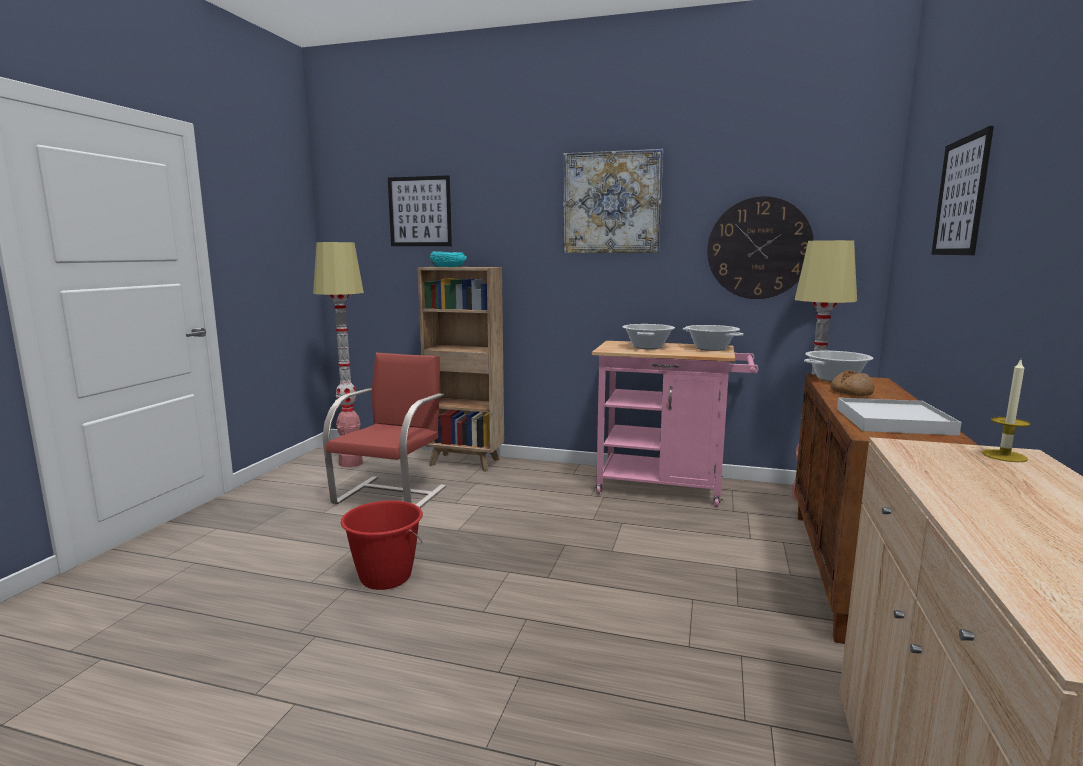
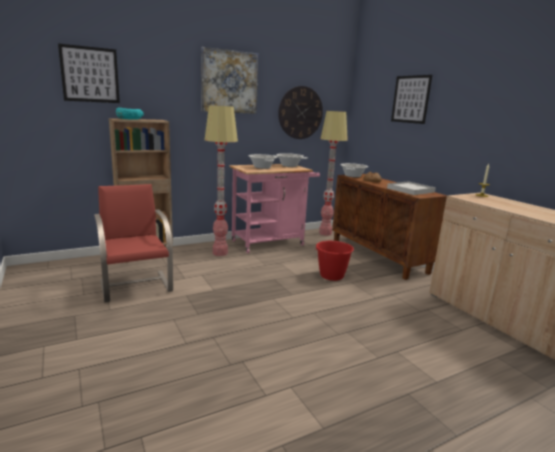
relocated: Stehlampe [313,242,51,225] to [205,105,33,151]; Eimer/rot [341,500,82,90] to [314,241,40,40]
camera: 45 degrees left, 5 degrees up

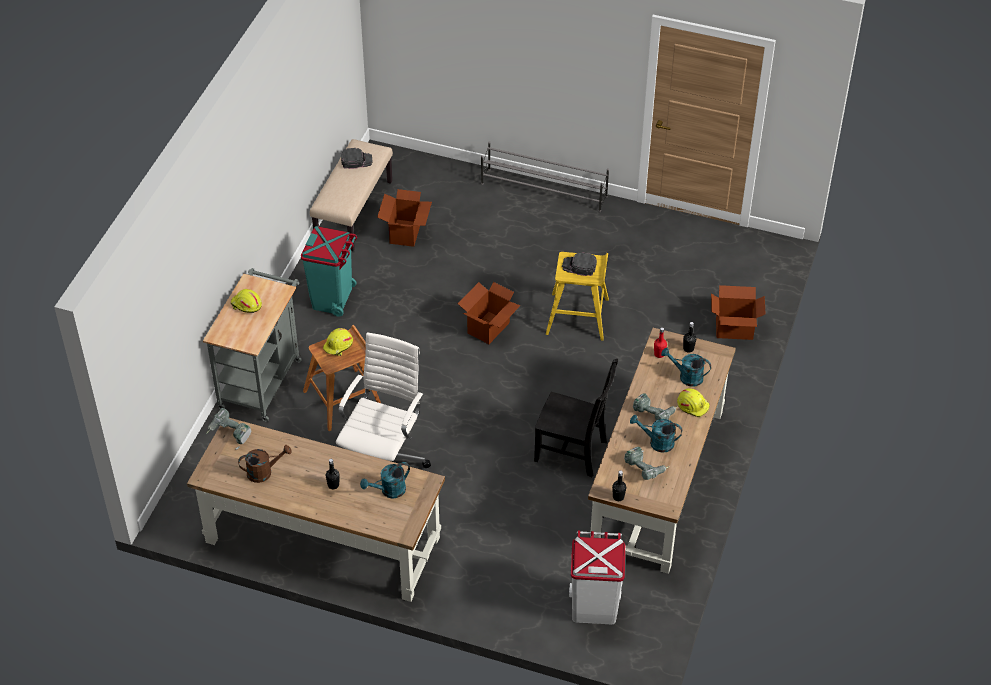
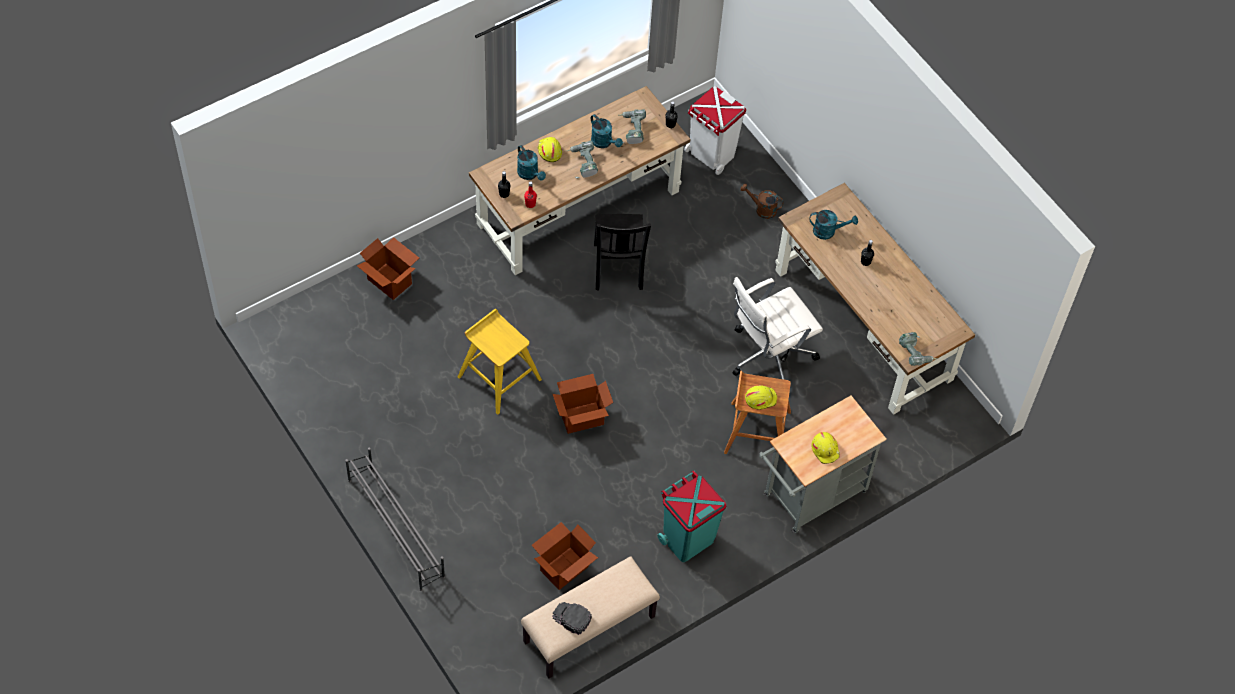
missing: Kappe/schwarz [562,252,35,24]
relocated: Gießkanne/braun [238,445,54,38] to [740,184,44,35]
spun: Stuhl/schwarz [534,359,84,119] = [594,214,57,77] 150 degrees counterclockwise
camera: 145 degrees left, 10 degrees up

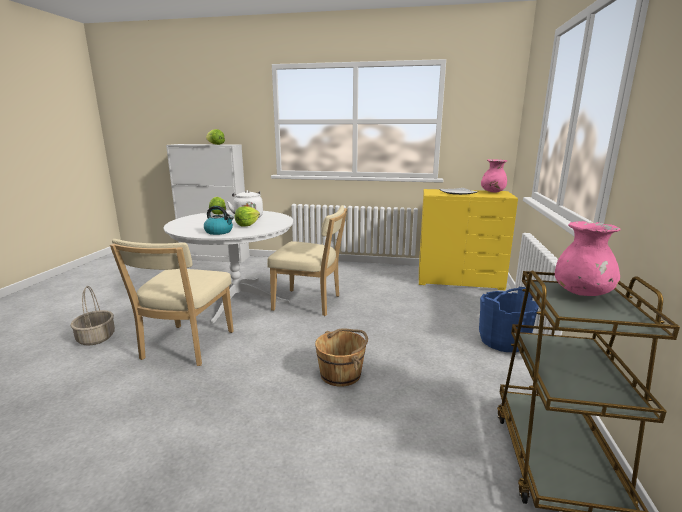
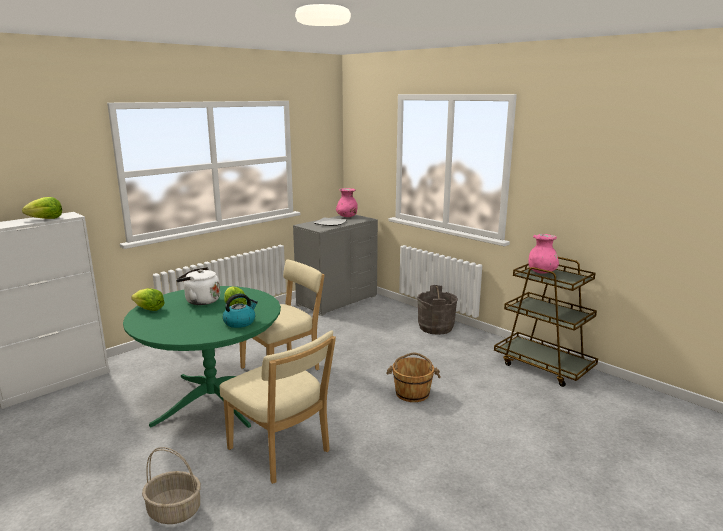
colour: Esstisch/weiß [164,210,129,114] to Esstisch/grün [123,286,158,142]; Kommode/gelb [419,189,99,101] to Kommode/grau [293,215,85,101]; Eimer/blau [479,287,60,65] to Eimer/grau [417,285,41,50]
camera: 55 degrees left, 0 degrees up

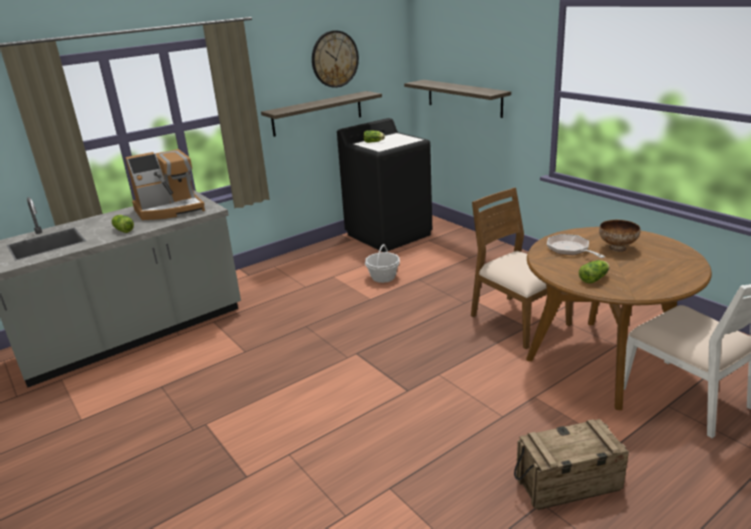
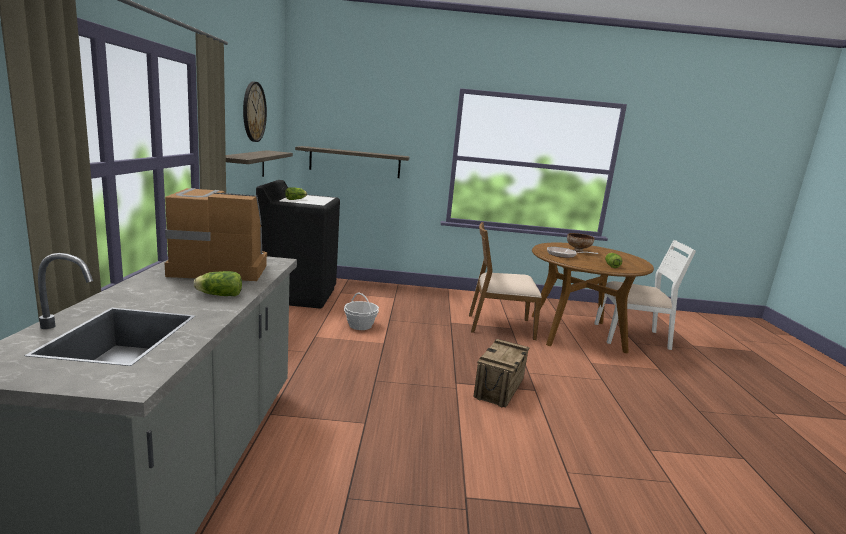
relocated: Kiste [514,419,115,91] to [473,339,57,69]
spun: Kaffeemaschine [125,149,80,71] = [165,188,102,93] 105 degrees counterclockwise
camera: 55 degrees left, 10 degrees down

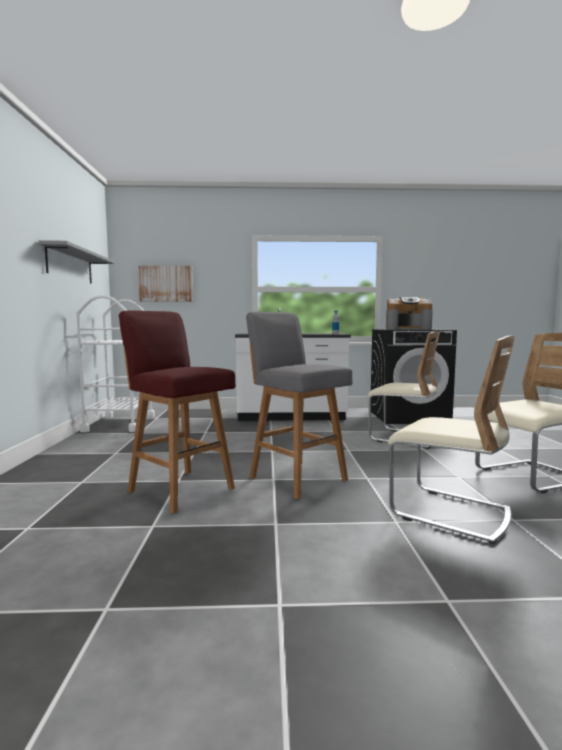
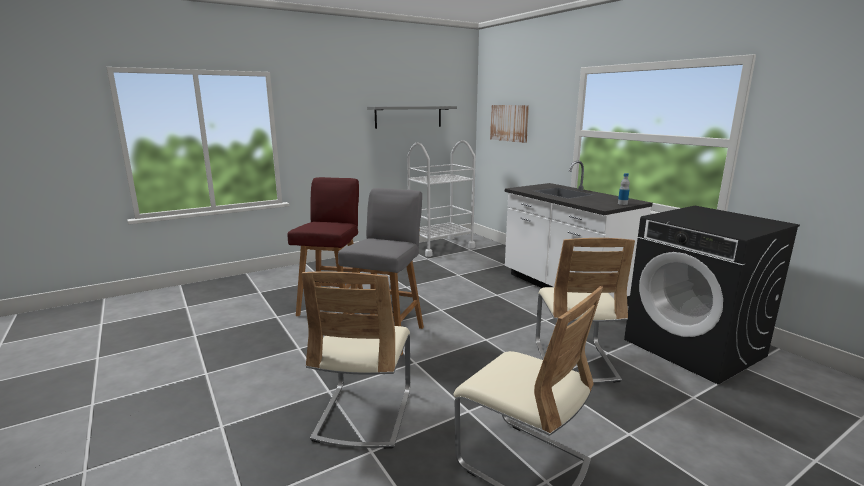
missing: Kaffeemaschine [386,297,47,33]
camera: 60 degrees right, 10 degrees up

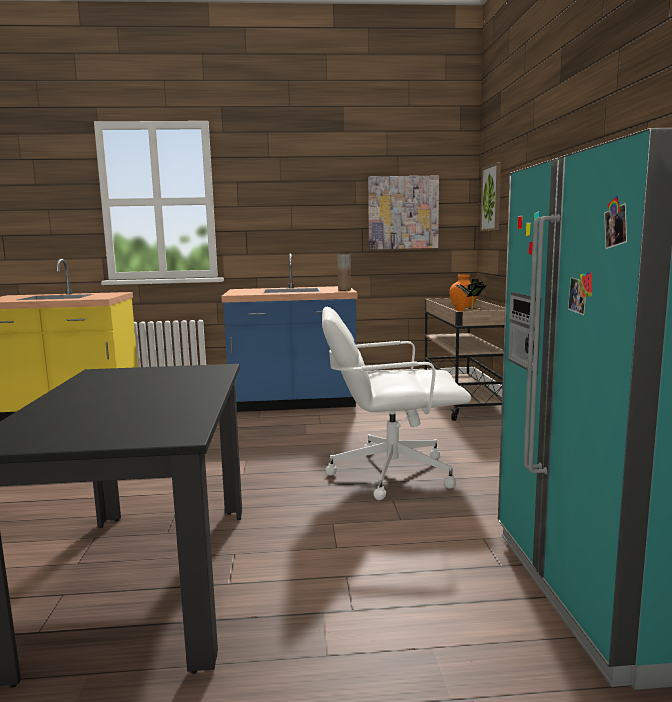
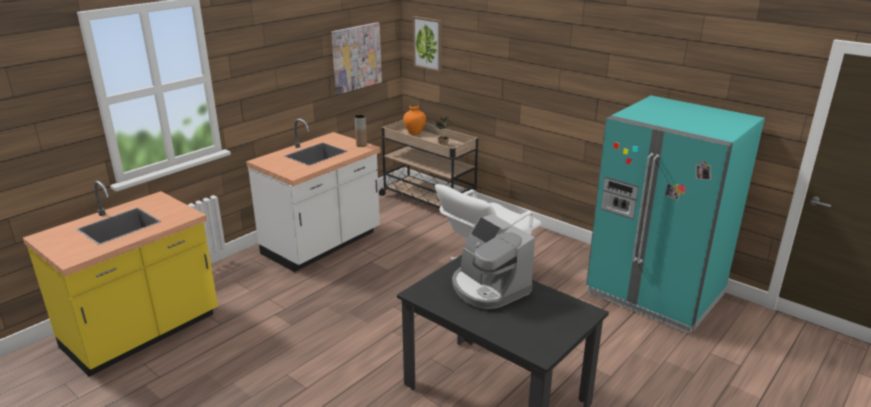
appeared: Kaffeemaschine [452,214,83,95]
colour: Küchenzeile/blau [221,253,136,159] to Küchenzeile/weiß [246,119,135,153]
camera: 45 degrees left, 15 degrees up

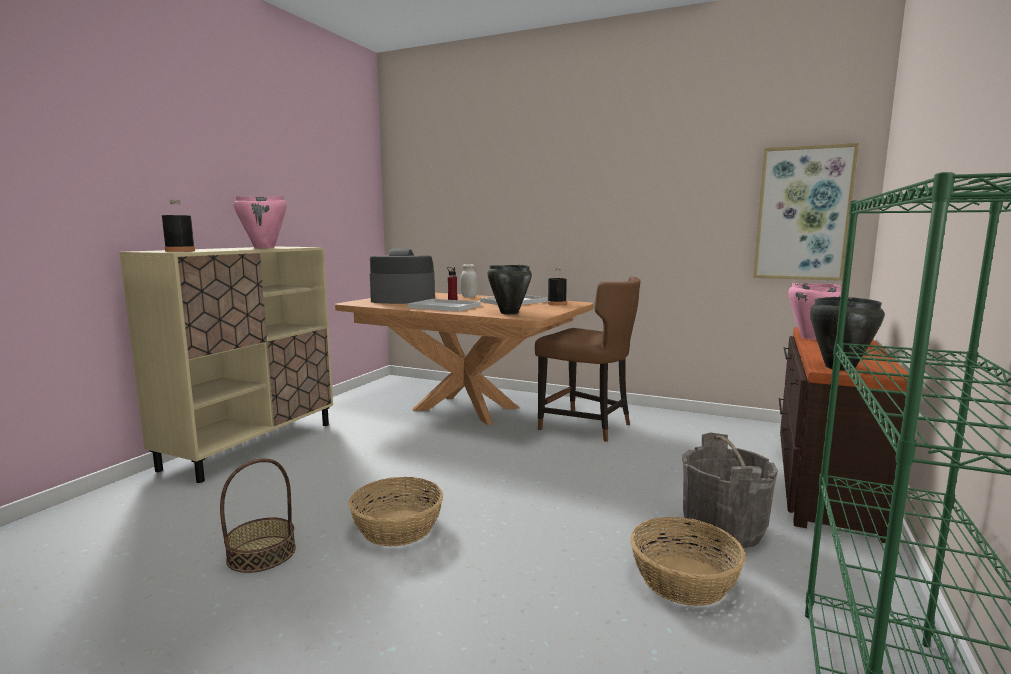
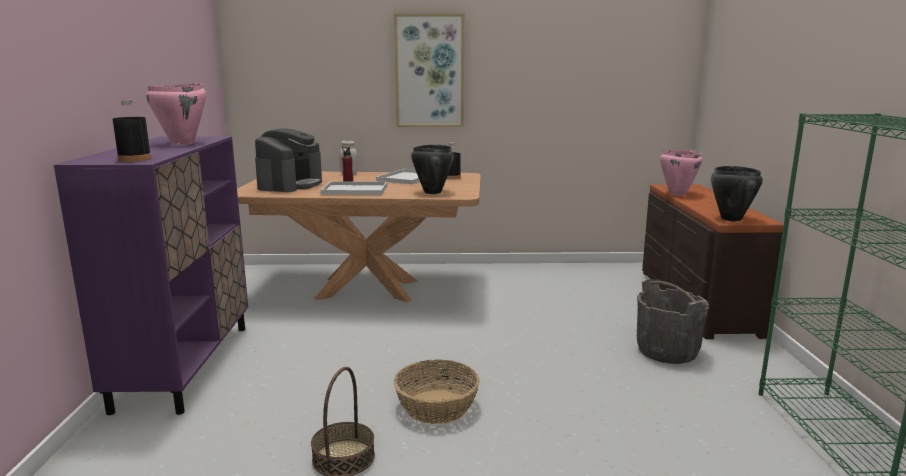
missing: Stuhl/braun [535,276,106,166]; Korb [630,517,116,89]
relocated: Bild [753,143,106,138] to [394,13,70,114]
colour: Schrank/beige [119,247,214,236] to Schrank/lila [54,136,194,279]
spun: Kaffeemaschine [369,249,66,55] = [255,128,67,64] 135 degrees clockwise
camera: 25 degrees left, 5 degrees up

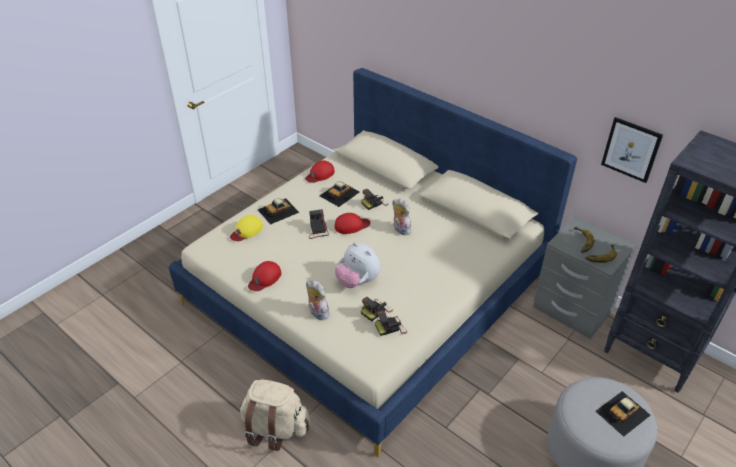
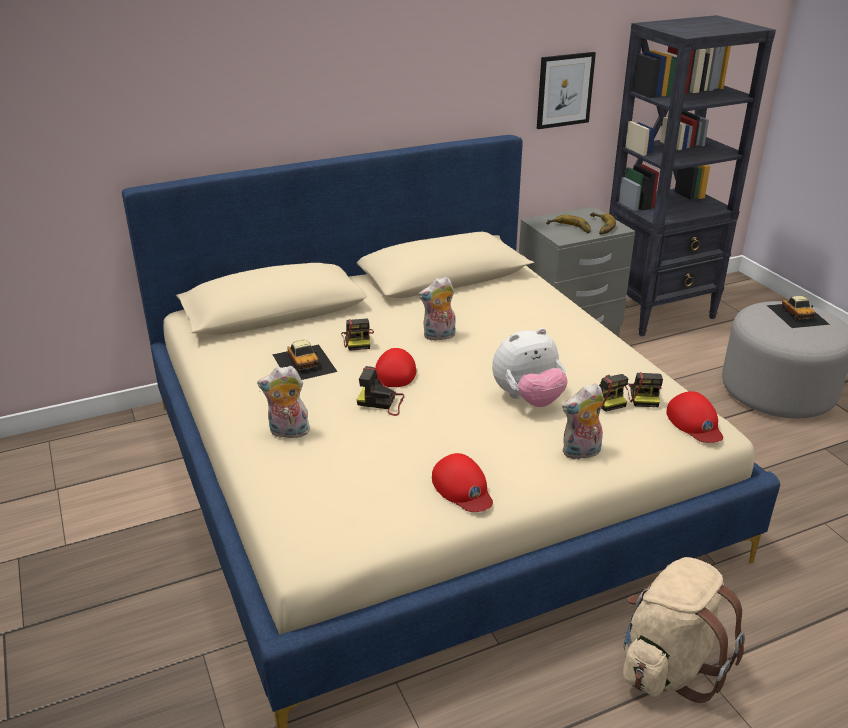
missing: Kappe/gelb [230,215,33,26]
relocated: Kappe/rot [305,160,30,23] to [666,391,57,52]
exchanged: Spielzeugauto [258,198,41,27] to Plüschtier [257,366,53,72]
camera: 65 degrees left, 10 degrees down

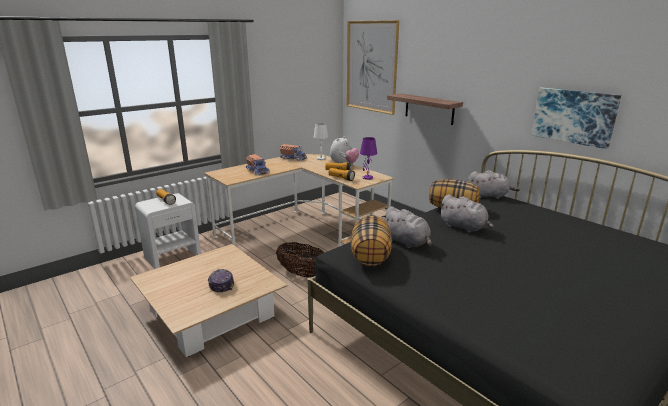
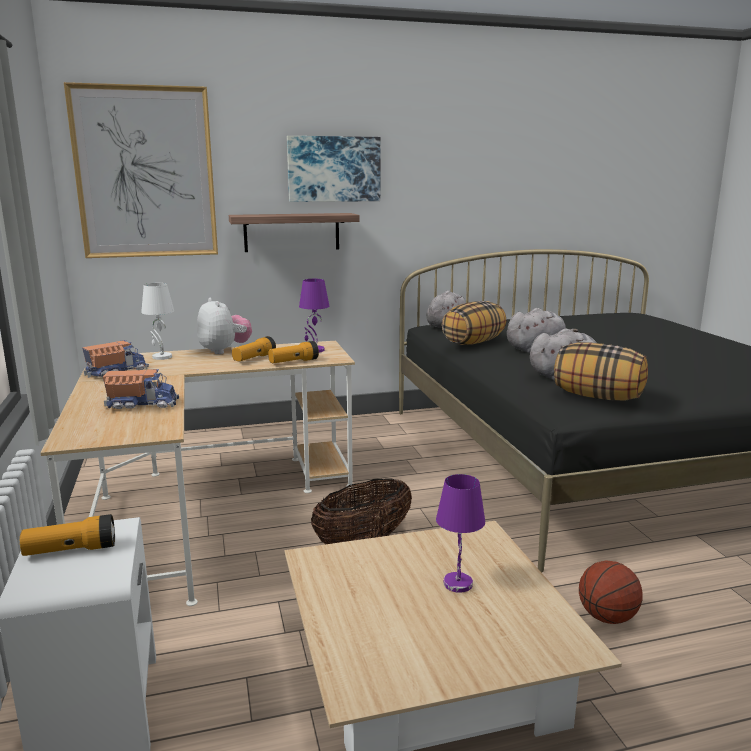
appeared: Basketball [579,560,63,64]
relocated: Bild [531,88,90,61] to [287,136,93,66]
exchanged: Kappe [207,269,27,23] to Tischlampe/lila [436,474,49,119]
camera: 65 degrees left, 5 degrees down

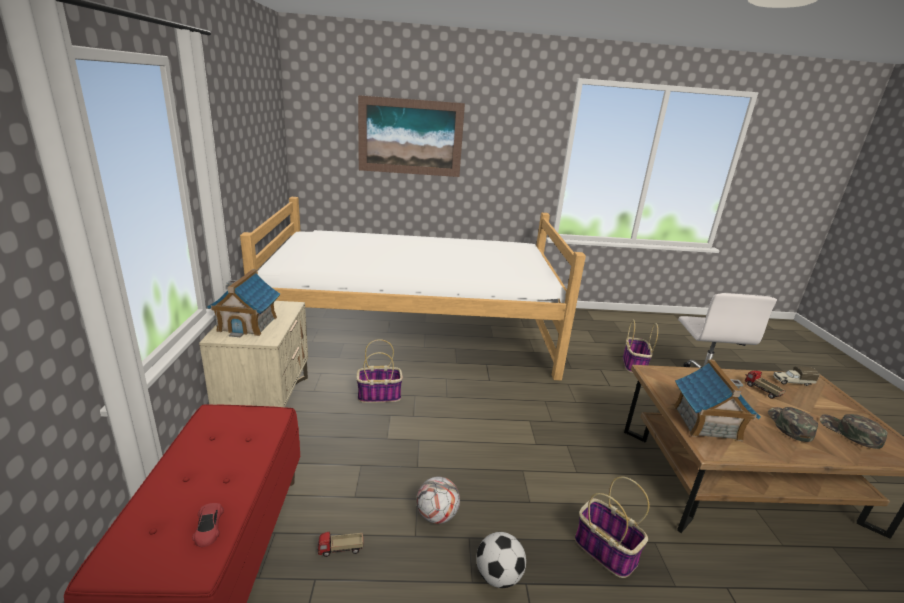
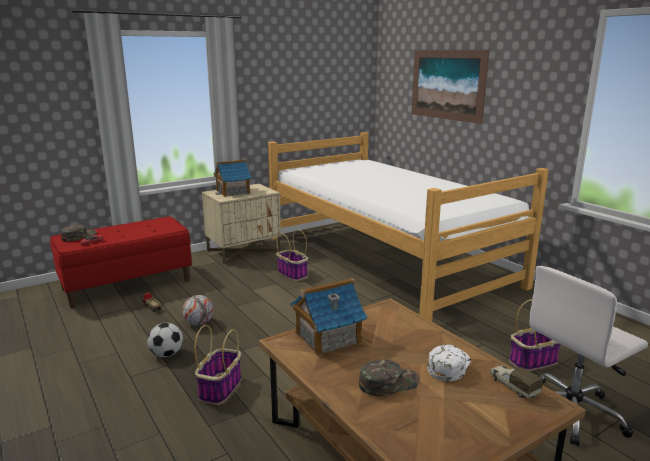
relocated: Kappe/grün [820,414,68,35] to [61,224,36,17]
exchanged: Spielzeuglaster [745,370,41,29] to Kappe/weiß [427,345,44,36]
camera: 60 degrees right, 5 degrees down

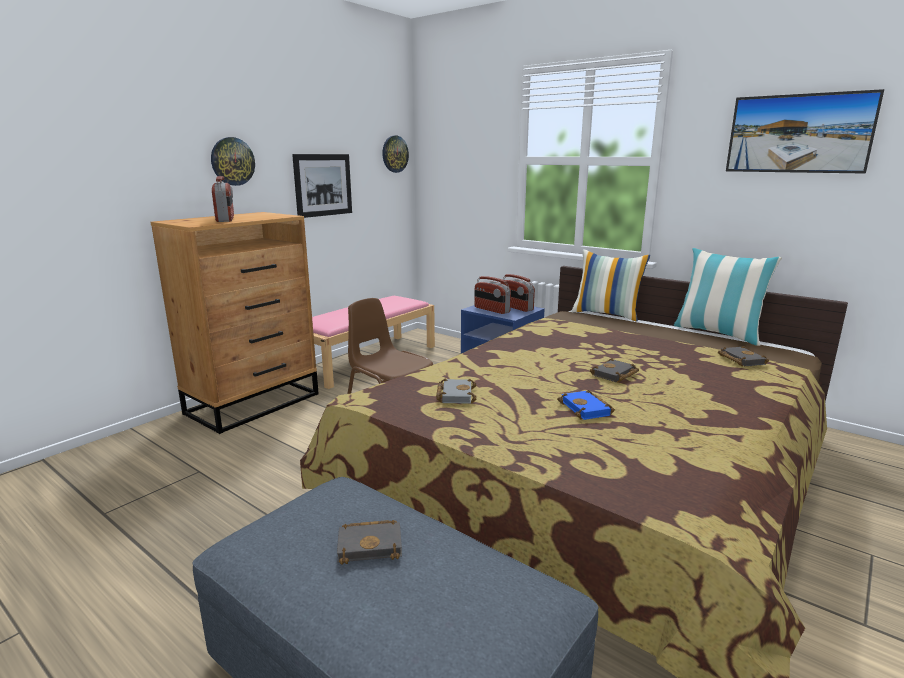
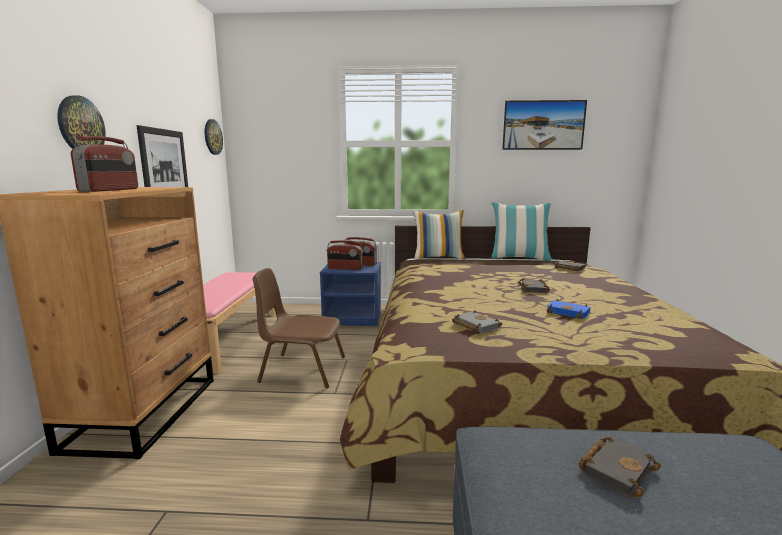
spun: Radio [212,176,22,46] = [71,136,67,56] 60 degrees clockwise
camera: 35 degrees left, 5 degrees down

